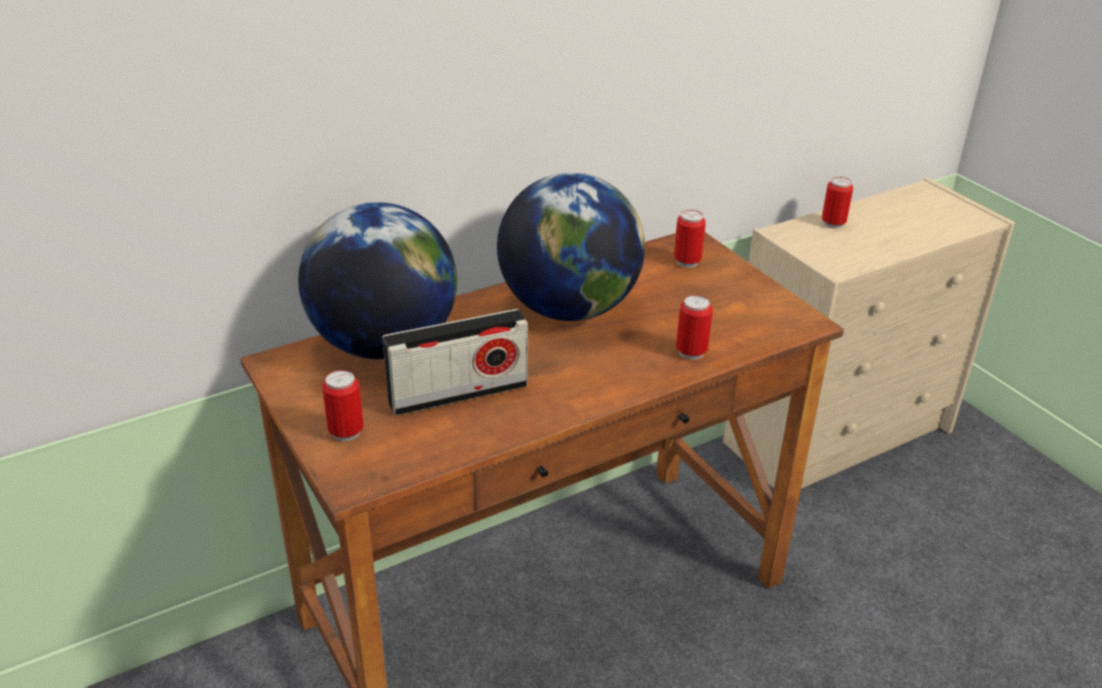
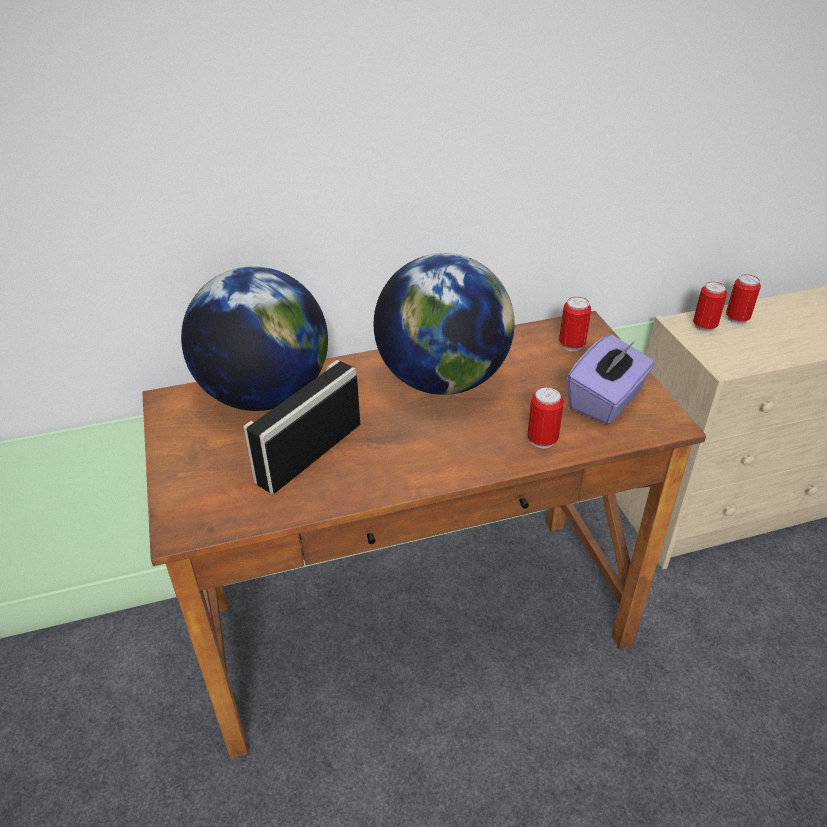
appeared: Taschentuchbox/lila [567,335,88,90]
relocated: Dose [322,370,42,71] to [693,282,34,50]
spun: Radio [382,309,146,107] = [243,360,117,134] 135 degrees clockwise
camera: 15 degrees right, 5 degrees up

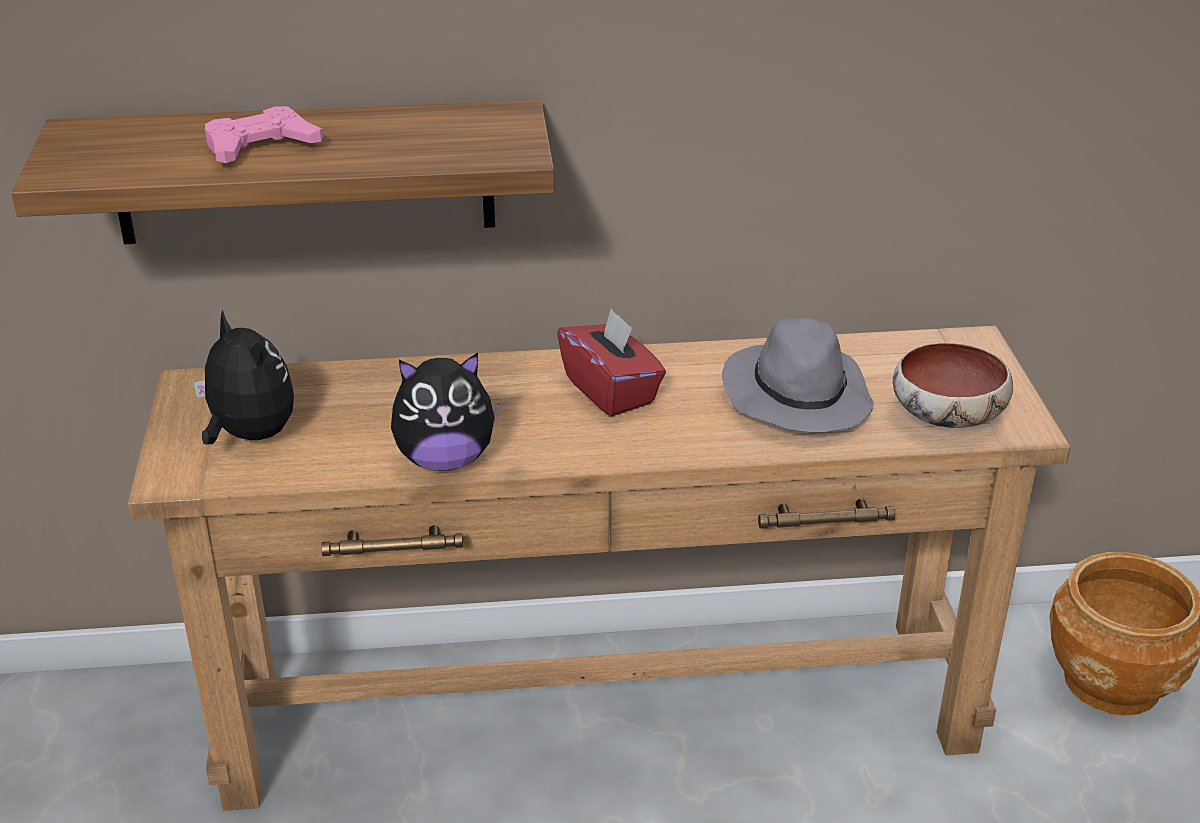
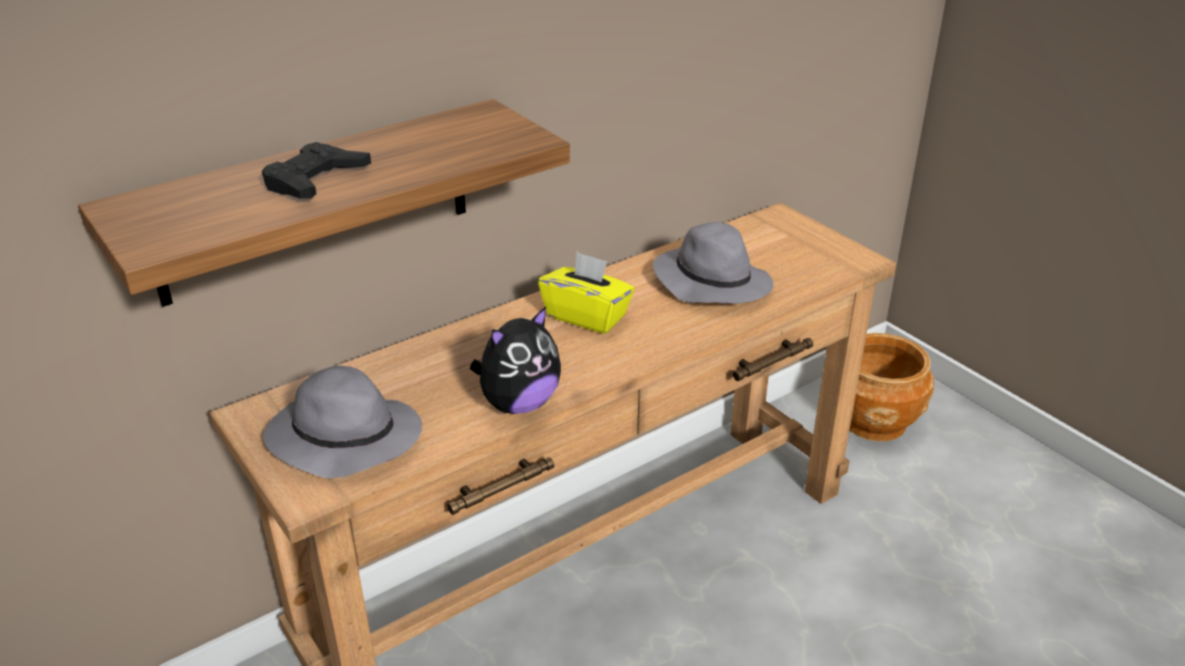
missing: Schüssel [893,342,120,86]
exchanged: Plüschtier [193,310,101,134] to Hut/grau [263,366,159,112]
colour: Gamepad/rosa [205,106,118,57] to Gamepad/schwarz [262,142,109,57]; Taschentuchbox/rot [557,308,109,109] to Taschentuchbox/gelb [538,252,97,82]
camera: 30 degrees left, 0 degrees up

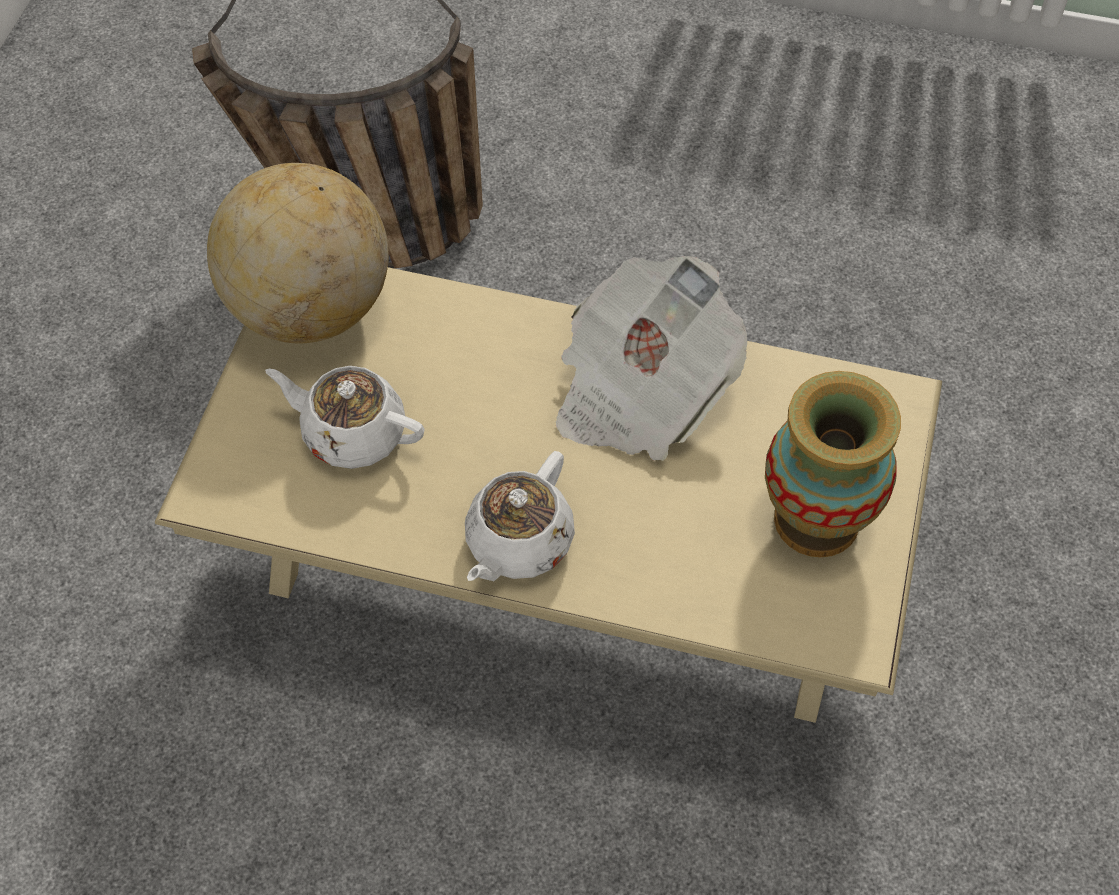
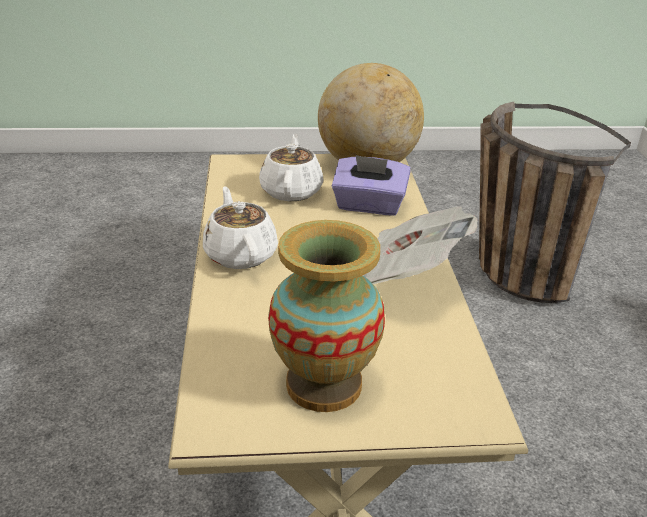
appeared: Taschentuchbox/lila [332,155,79,61]
spun: Teekanne/weiß [465,451,110,130] = [203,186,75,83] 60 degrees clockwise
camera: 70 degrees right, 25 degrees down

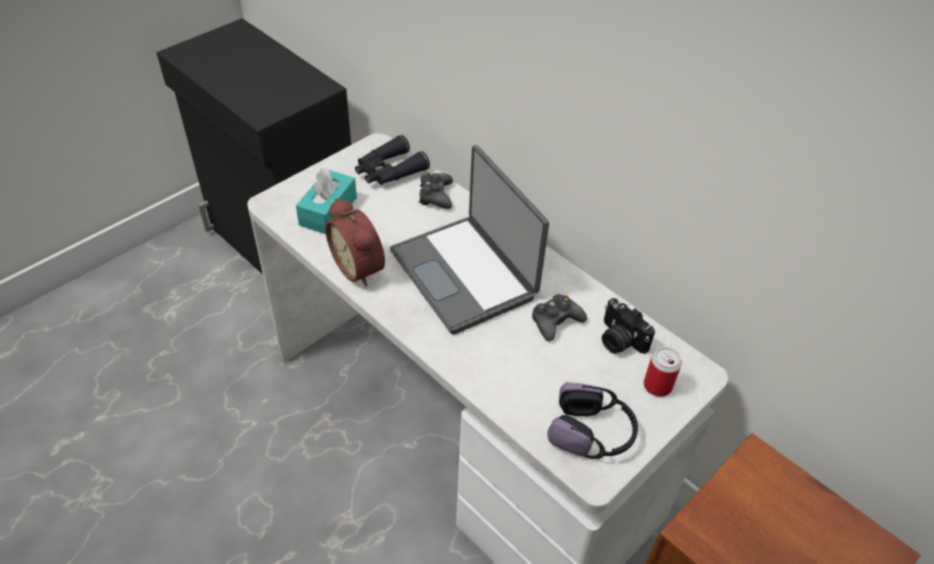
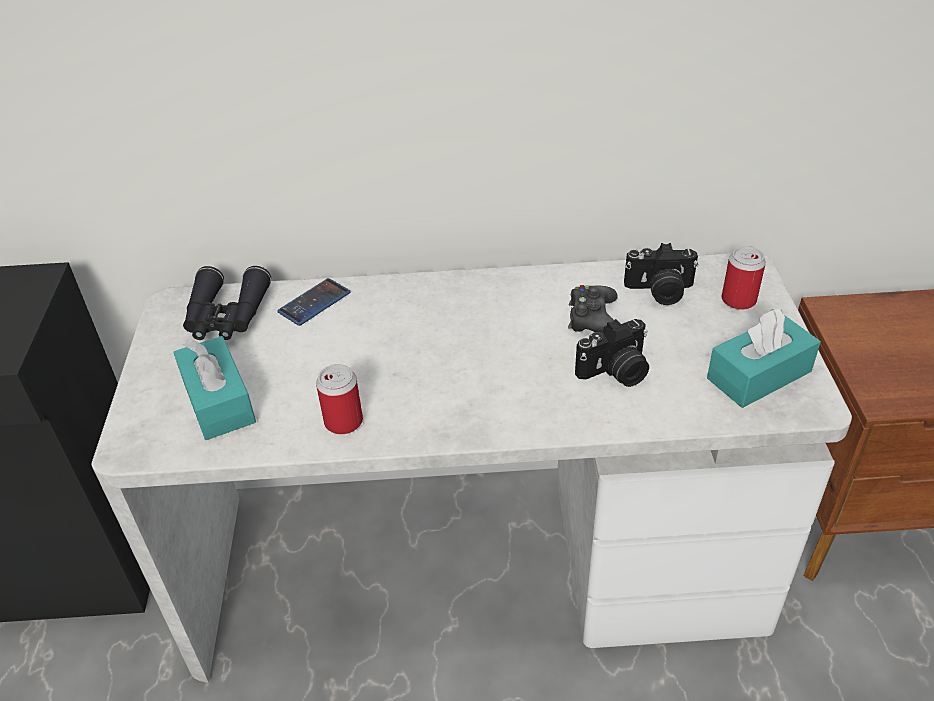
missing: Laptop [390,145,159,190]
appeared: Kamera [575,319,74,68]
exchanged: Gamepad/schwarz [419,173,34,36] to Handy [277,278,74,48]; Wecker [325,198,60,89] to Dose [316,364,47,70]; Kopfhörer [547,382,91,77] to Taschentuchbox/türkis [707,309,114,99]
camera: 45 degrees left, 5 degrees down

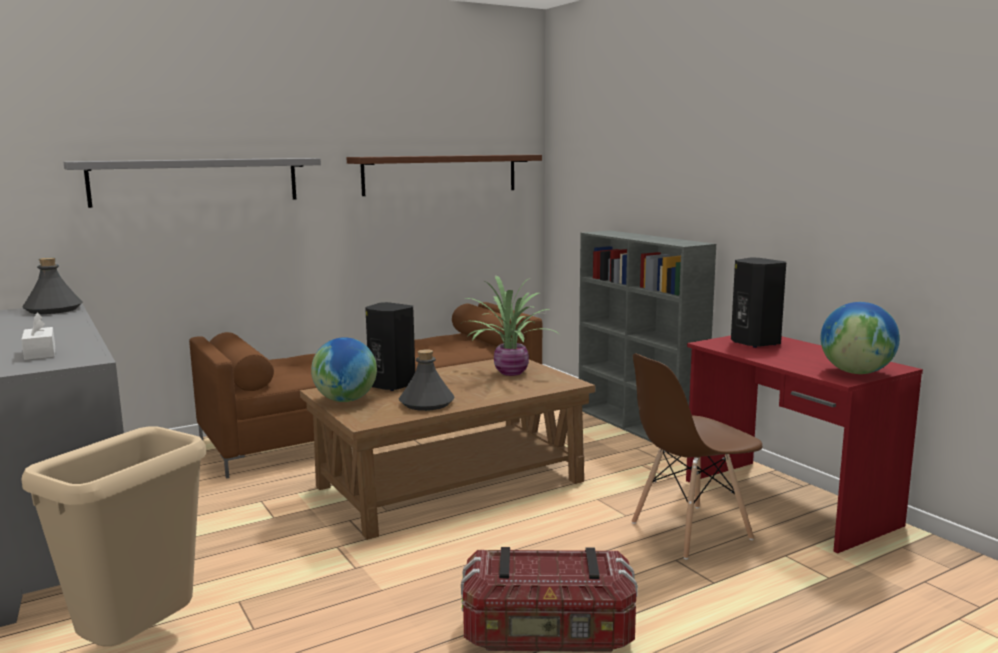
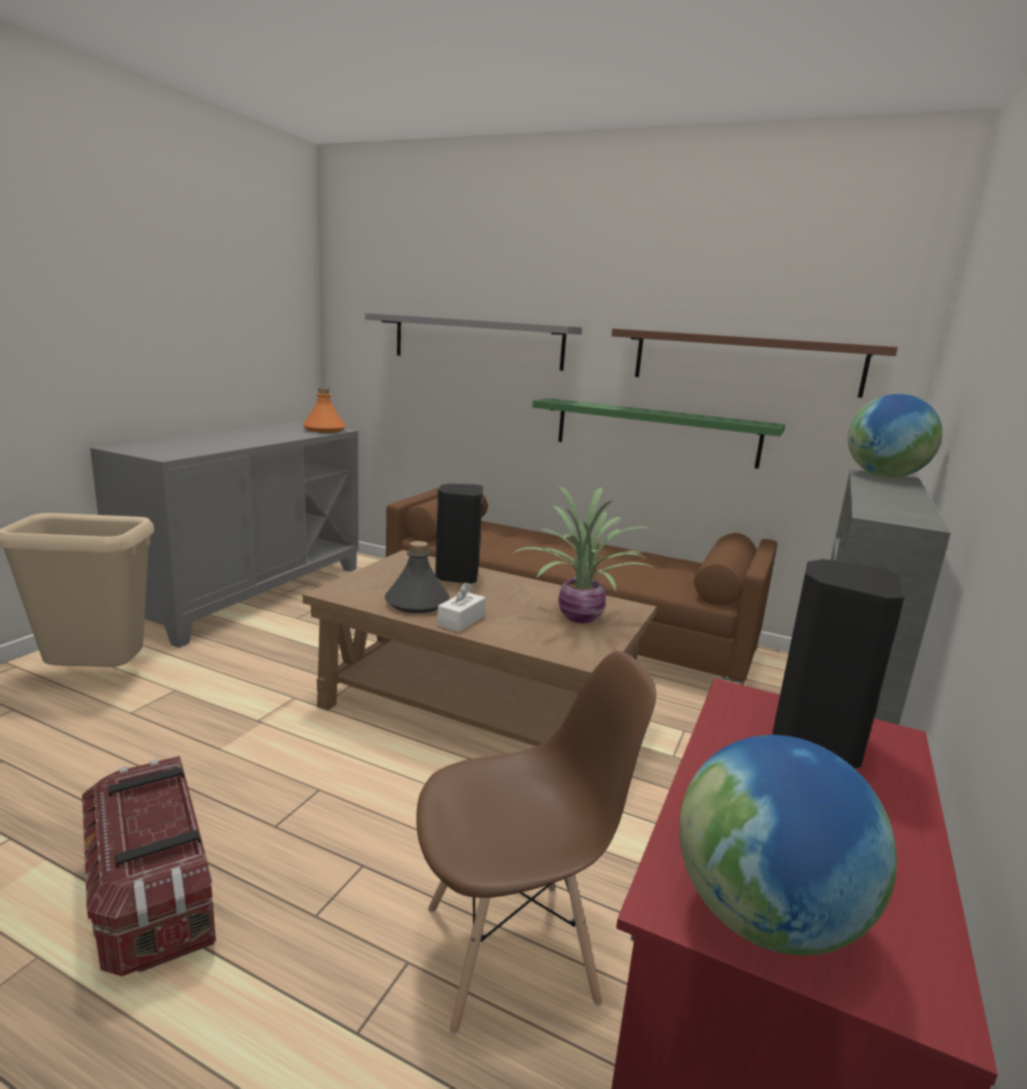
appeared: Wandregal/grün [532,398,253,71]
relocated: Taschentuchbox/weiß [21,312,34,48] to [437,582,49,50]; Globus [311,337,66,65] to [848,394,94,84]
colour: Flasche/grau [22,258,61,56] to Flasche/orange [303,388,43,45]
spun: Stuhl/braun [631,354,131,205] = [416,651,240,383] 135 degrees clockwise
camera: 55 degrees right, 5 degrees up

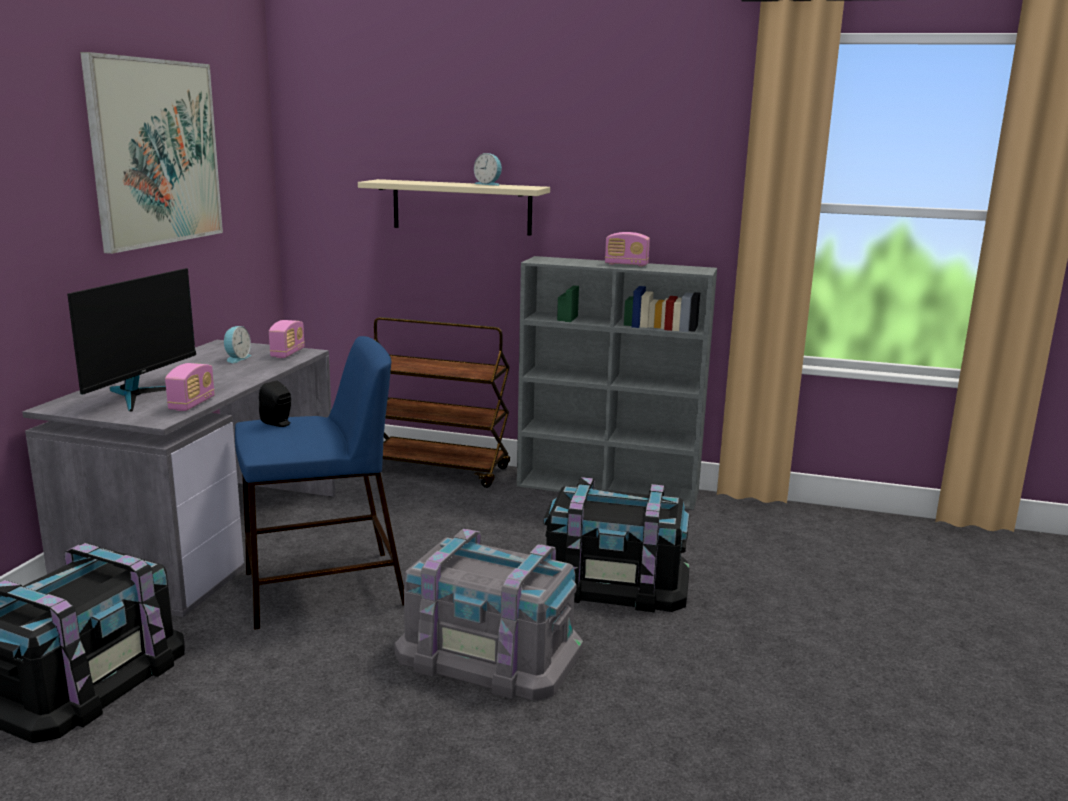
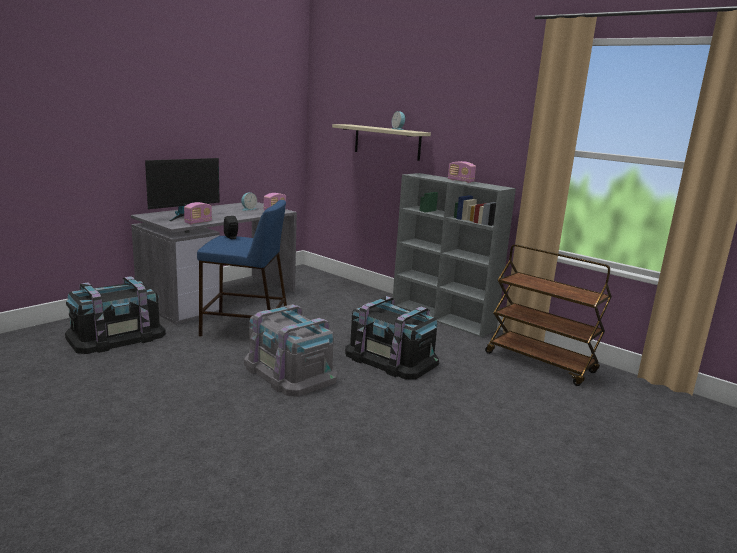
missing: Bild [80,52,143,202]
relocated: Rollwagen/braun [374,317,136,171] to [485,244,127,142]
camera: 25 degrees right, 0 degrees up

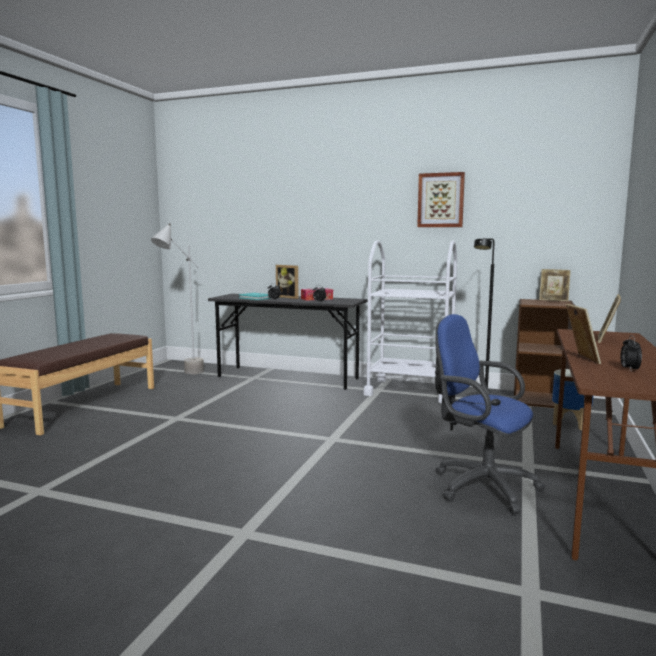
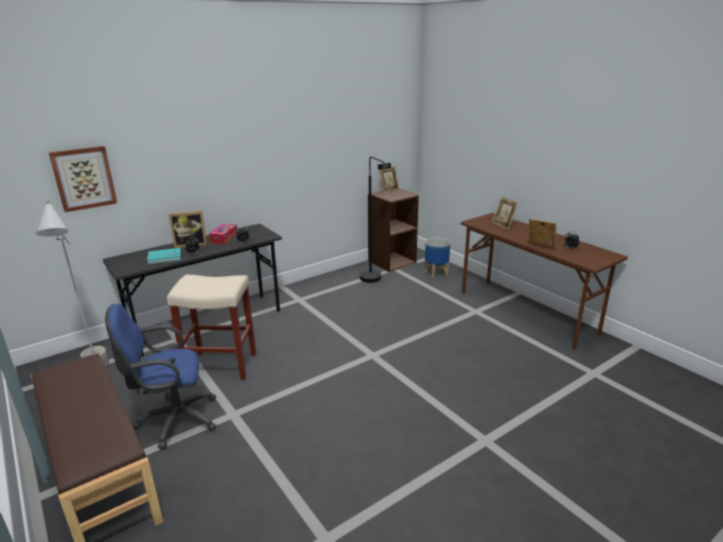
missing: Rollwagen/weiß [364,240,93,163]
appeared: Hocker/beige [167,275,89,105]
relocated: Bild [417,172,48,55] to [49,146,68,66]; Bürostuhl/blau [435,314,110,200] to [105,304,111,145]
camera: 55 degrees left, 15 degrees up

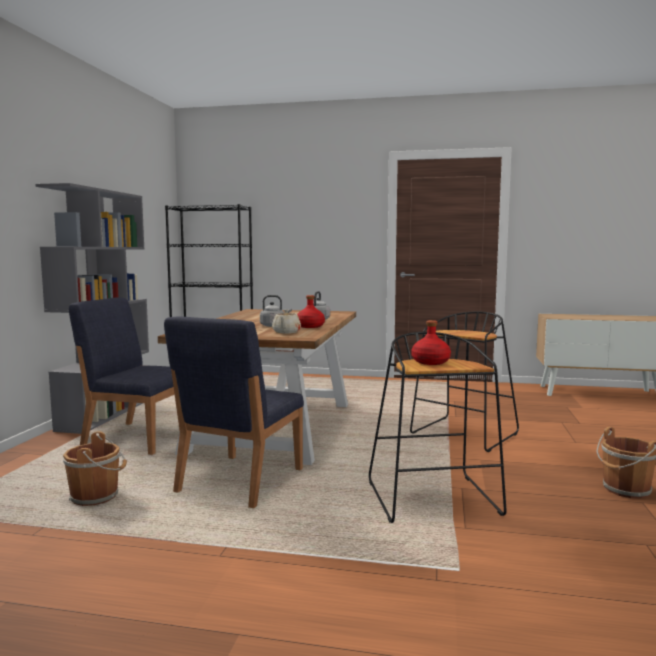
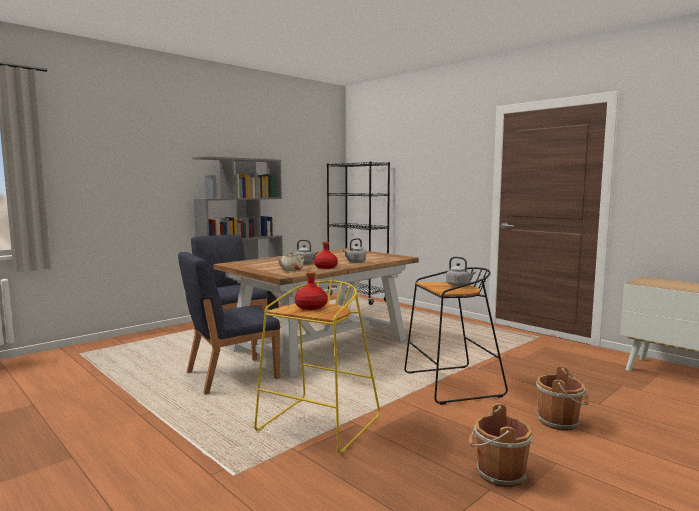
appeared: Wasserkessel/grau [446,257,30,29]
relocated: Eimer/braun [63,431,64,75] to [536,366,53,65]
colour: Hocker/schwarz [369,332,138,191] to Hocker/gelb [254,280,126,174]
camera: 35 degrees right, 0 degrees up

